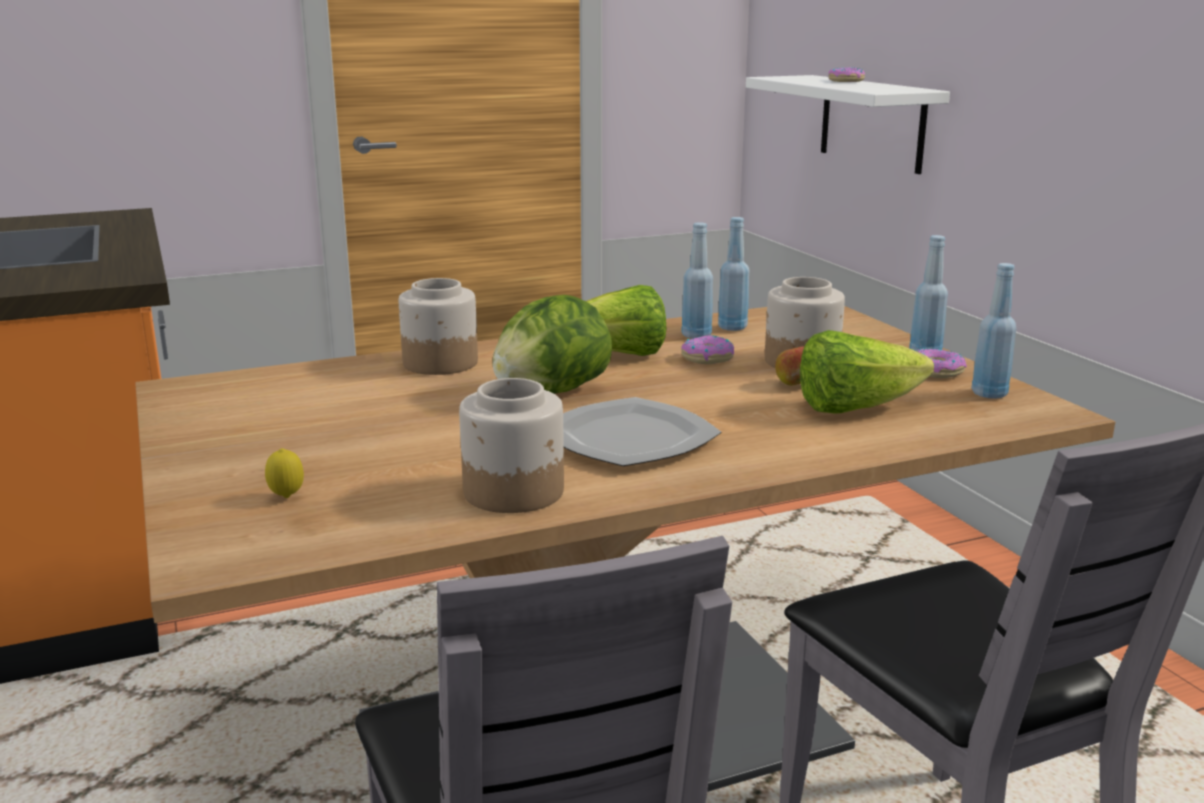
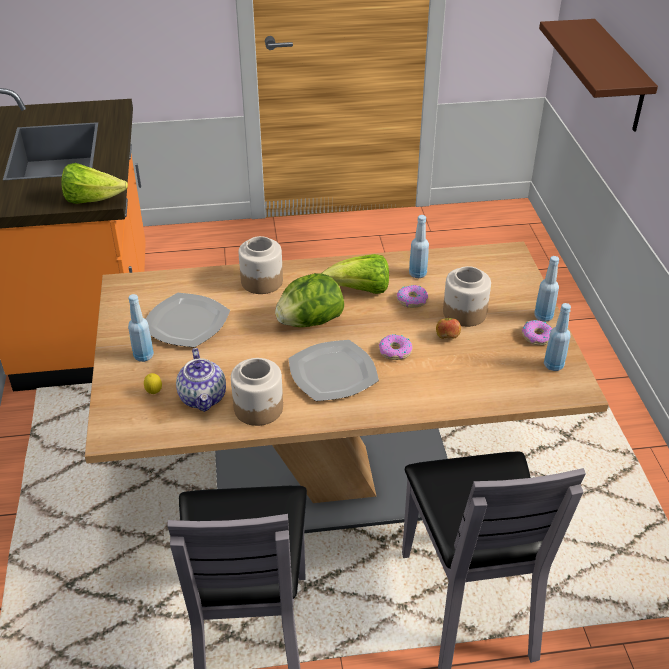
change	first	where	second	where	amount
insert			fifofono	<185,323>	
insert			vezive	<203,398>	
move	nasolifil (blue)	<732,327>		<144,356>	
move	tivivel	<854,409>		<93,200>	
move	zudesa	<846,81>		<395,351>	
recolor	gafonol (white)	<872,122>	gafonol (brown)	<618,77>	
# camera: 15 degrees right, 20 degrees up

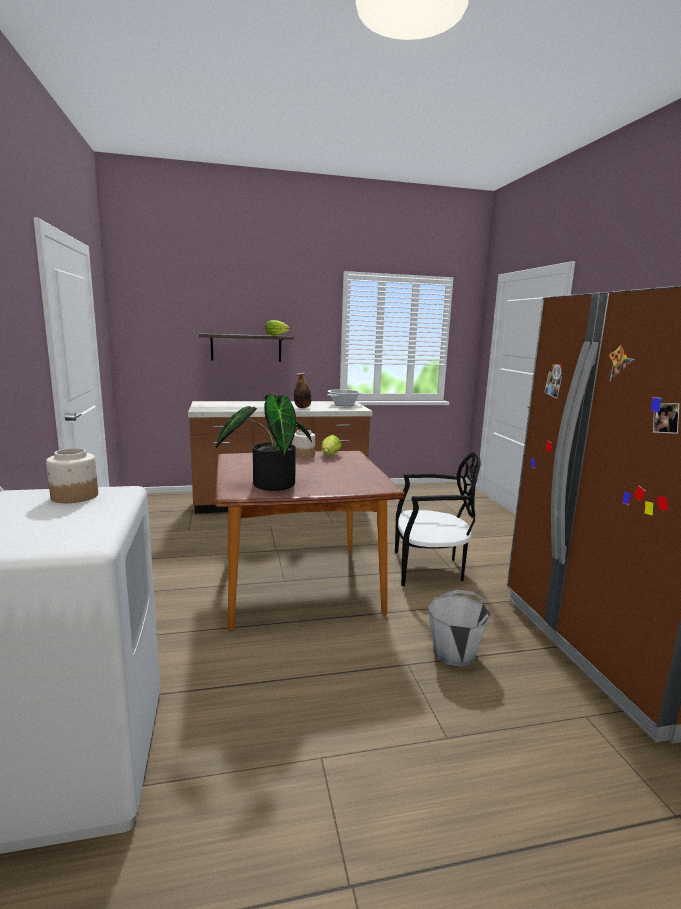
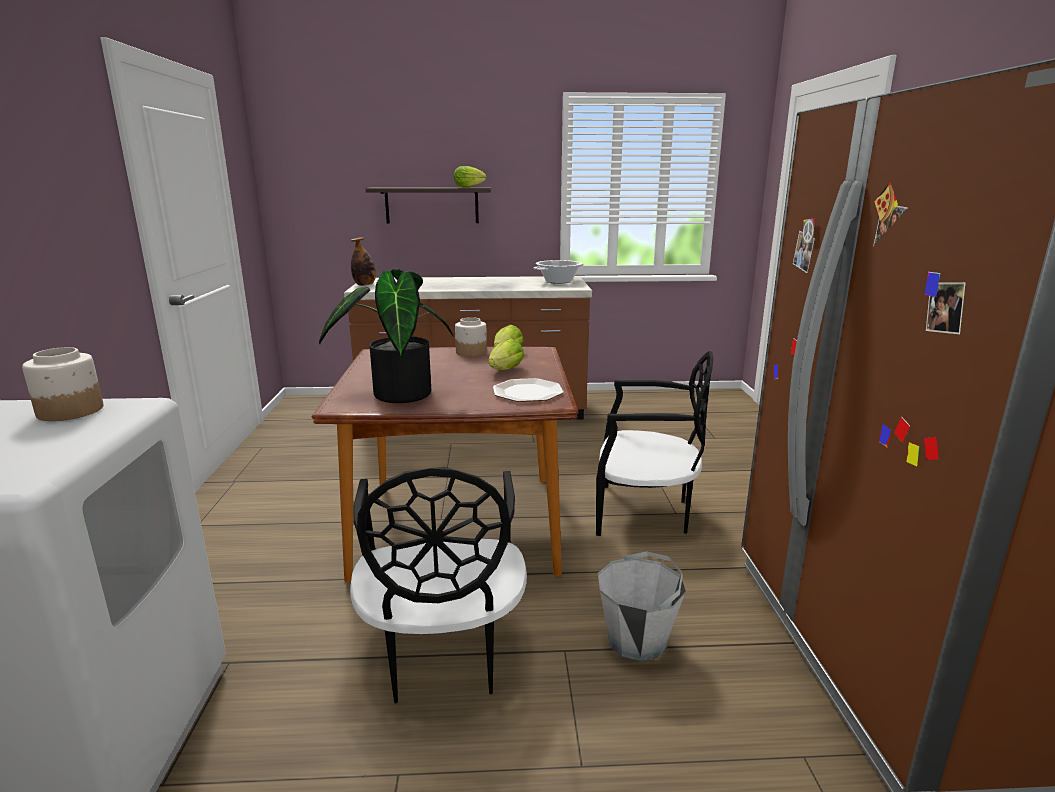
change	first	where	second	where	amount
insert			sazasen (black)	<442,654>	
insert			tivivel	<504,371>	
insert			fifofono	<528,392>	
move	nasolifil	<302,407>		<365,285>	
# camera: 10 degrees right, 5 degrees up

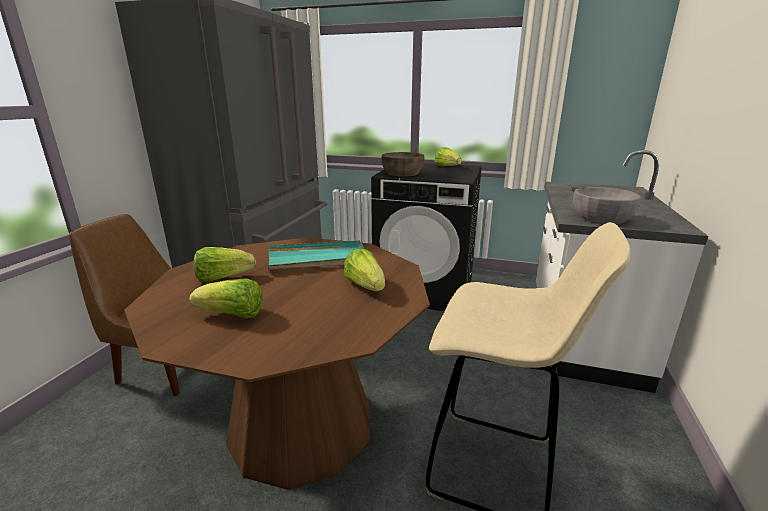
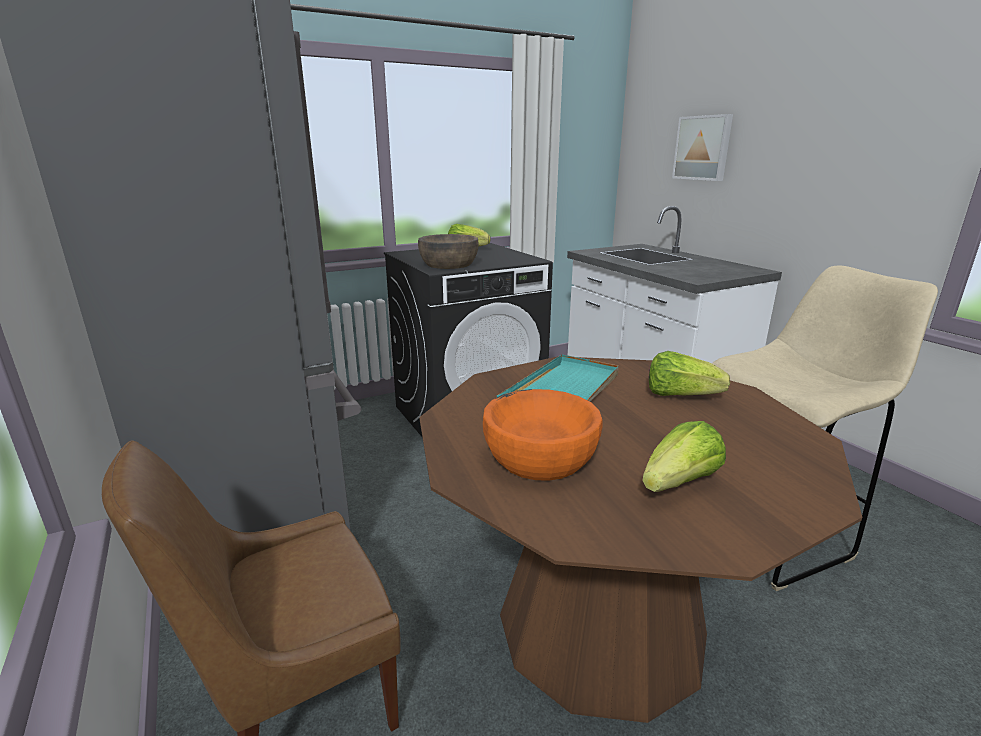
change	first	where	second	where	amount
delete	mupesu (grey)	<601,217>			
insert			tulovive	<703,148>	
replace	tivivel	<223,278>	mupesu (orange)	<540,457>	
# camera: 45 degrees left, 0 degrees up

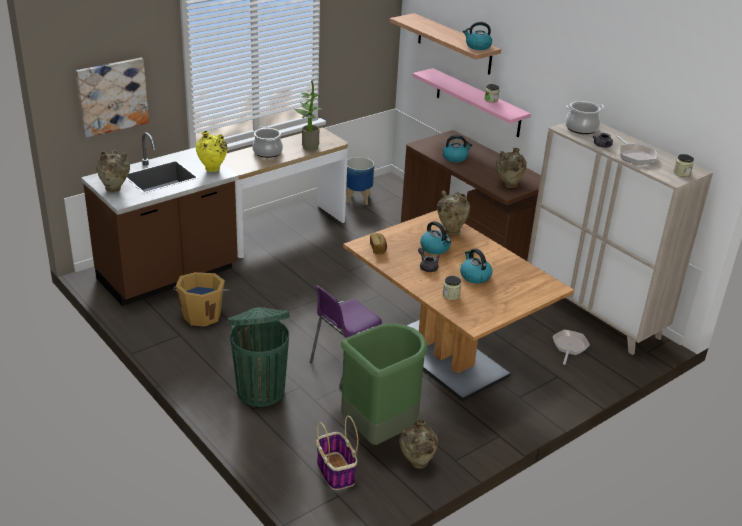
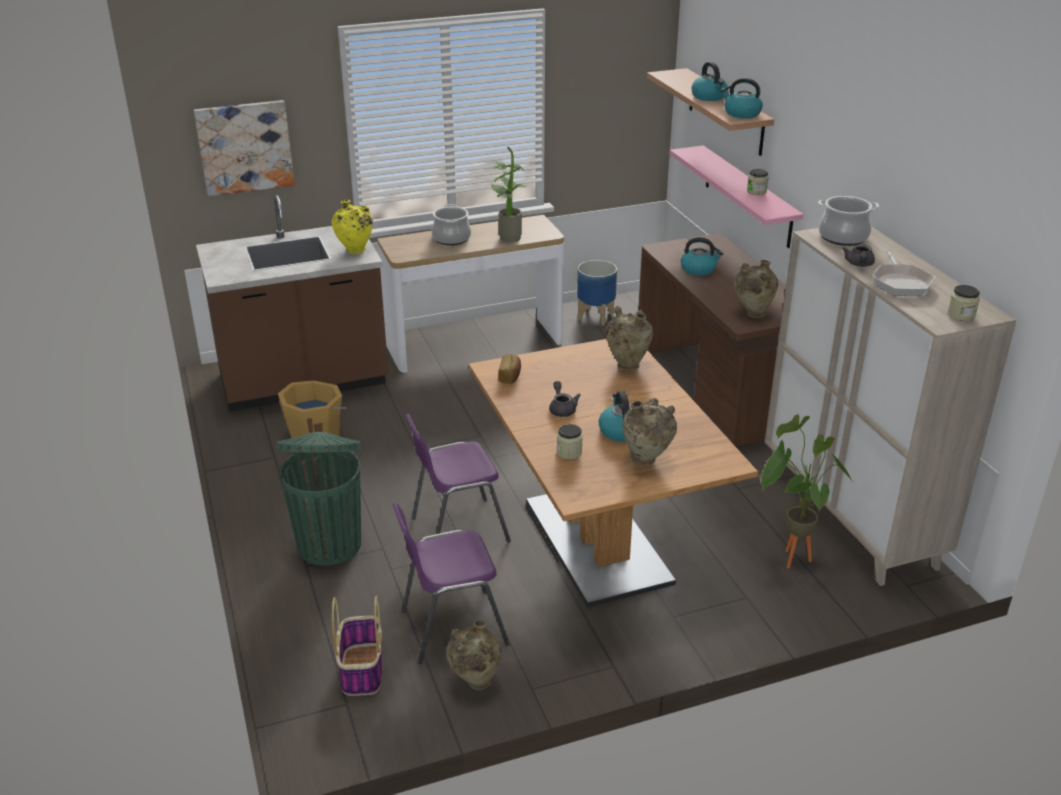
change	first	where	second	where	amount
move	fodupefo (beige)	<115,190>		<646,461>	
move	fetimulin	<435,248>		<709,97>	
replace	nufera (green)	<380,431>	sazasen (purple)	<451,627>	
replace	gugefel	<569,347>	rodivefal	<787,558>	
# camera: 20 degrees right, 0 degrees up

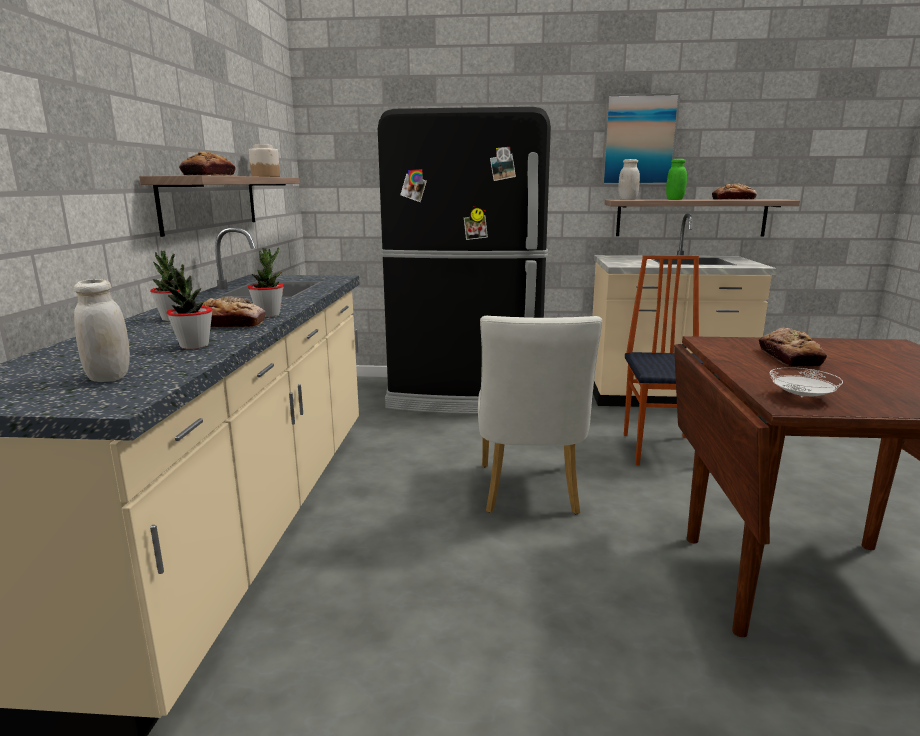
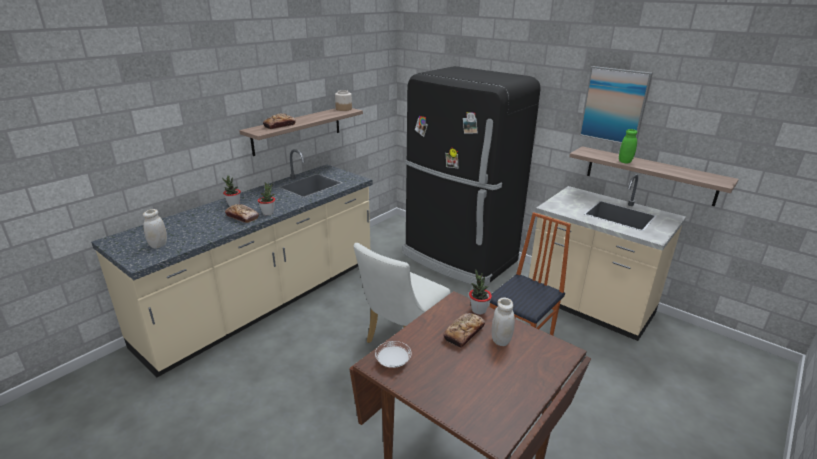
change	first	where	second	where	amount
delete	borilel	<733,199>			
move	rodivefal	<194,345>		<478,310>	
move	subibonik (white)	<627,200>		<501,340>	
# camera: 35 degrees right, 10 degrees up

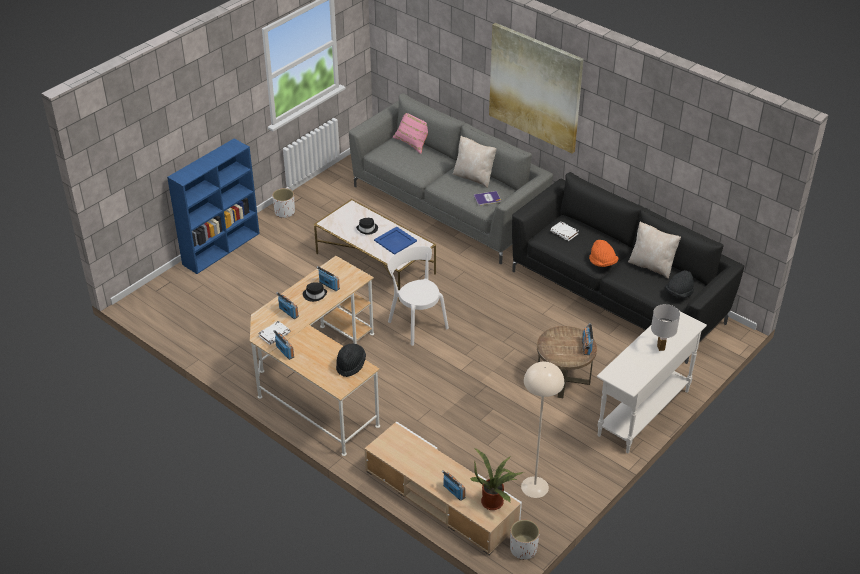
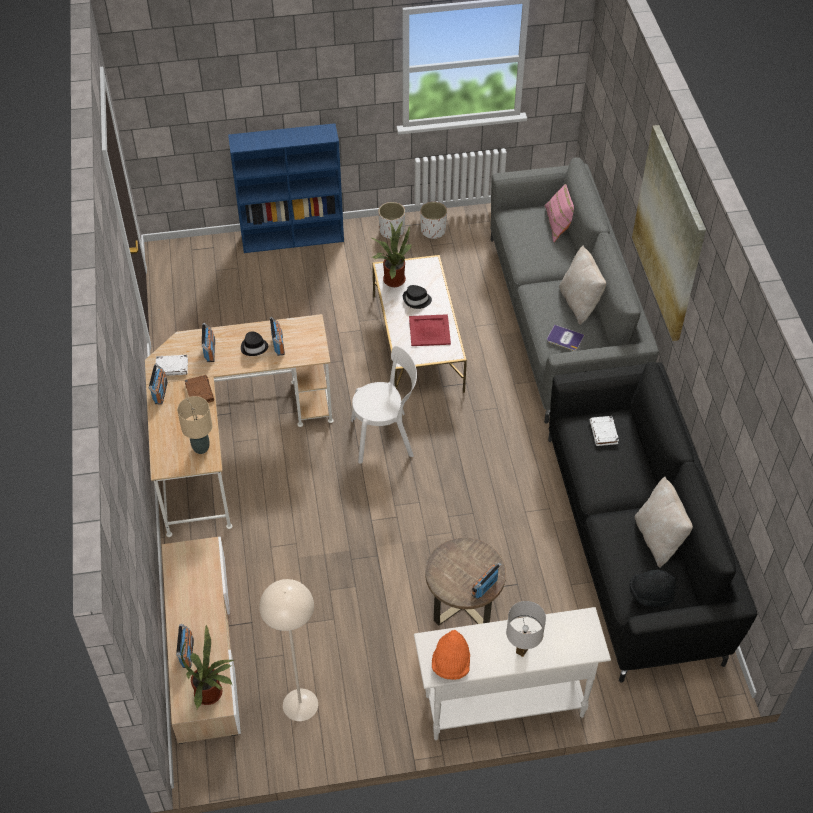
change	first	where	second	where	amount
insert			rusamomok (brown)	<199,392>	
insert			rodivefal	<392,279>	
move	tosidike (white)	<523,549>		<433,231>	
move	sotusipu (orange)	<602,262>		<451,664>	
replace	sotusipu (black)	<350,365>	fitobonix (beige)	<200,448>	
recolor	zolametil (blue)	<396,241>	zolametil (red)	<430,331>	
rotate	sazasen (white)	<416,323>		<385,437>	75 degrees clockwise
# camera: 40 degrees right, 10 degrees up

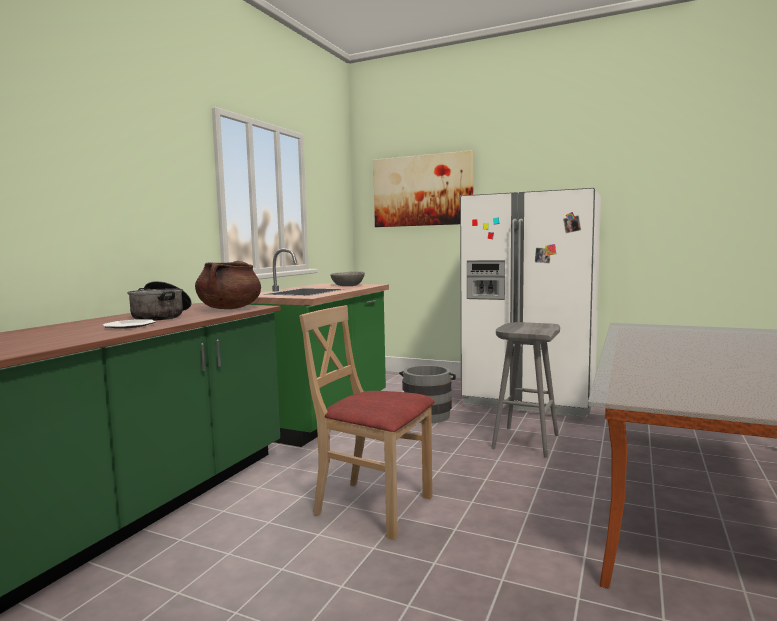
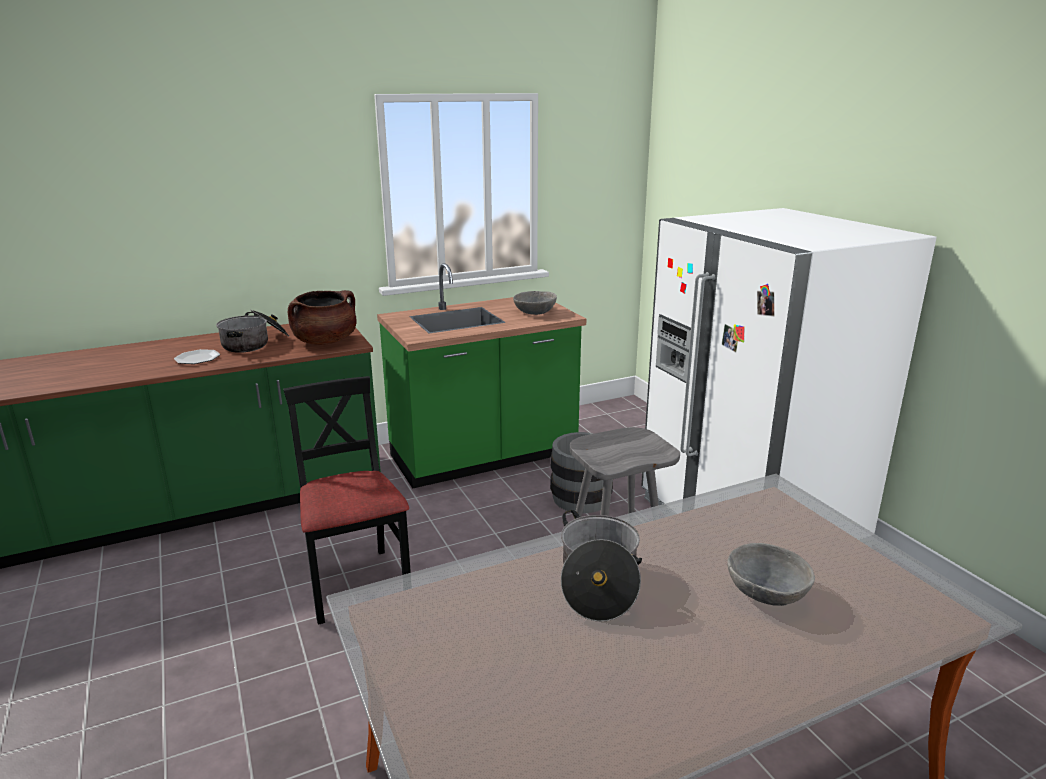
change	first	where	second	where	amount
delete	tulovive	<422,190>			
insert			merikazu	<598,581>	
insert			mupesu (grey)	<765,592>	
recolor	sazasen (beige)	<373,507>	sazasen (black)	<357,584>	
# camera: 40 degrees right, 15 degrees up

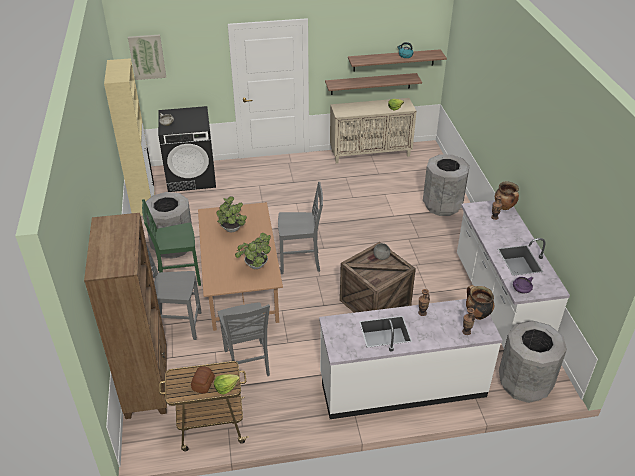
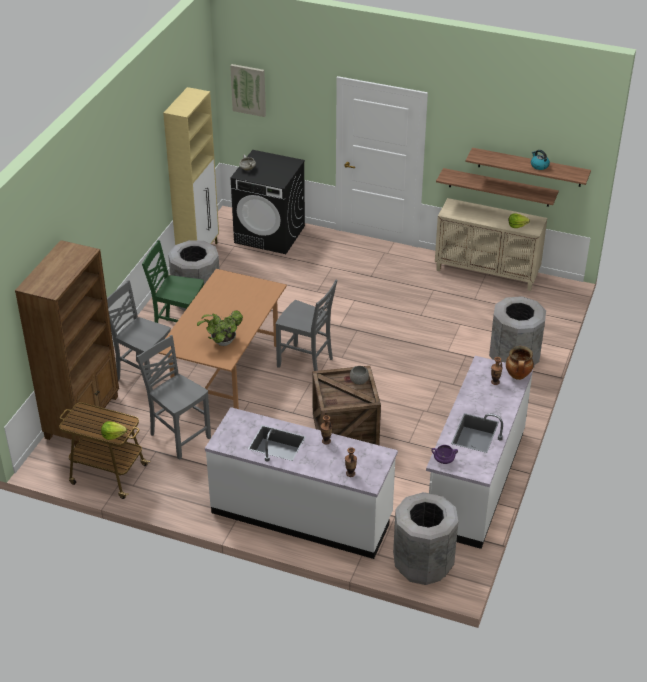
change	first	where	second	where	amount
delete	borilel	<204,384>			
delete	rodivefal	<232,230>			
delete	merikazu	<477,314>			
rotate	sazasen (grey)	<247,363>		<179,436>	120 degrees clockwise
# camera: 30 degrees right, 0 degrees up

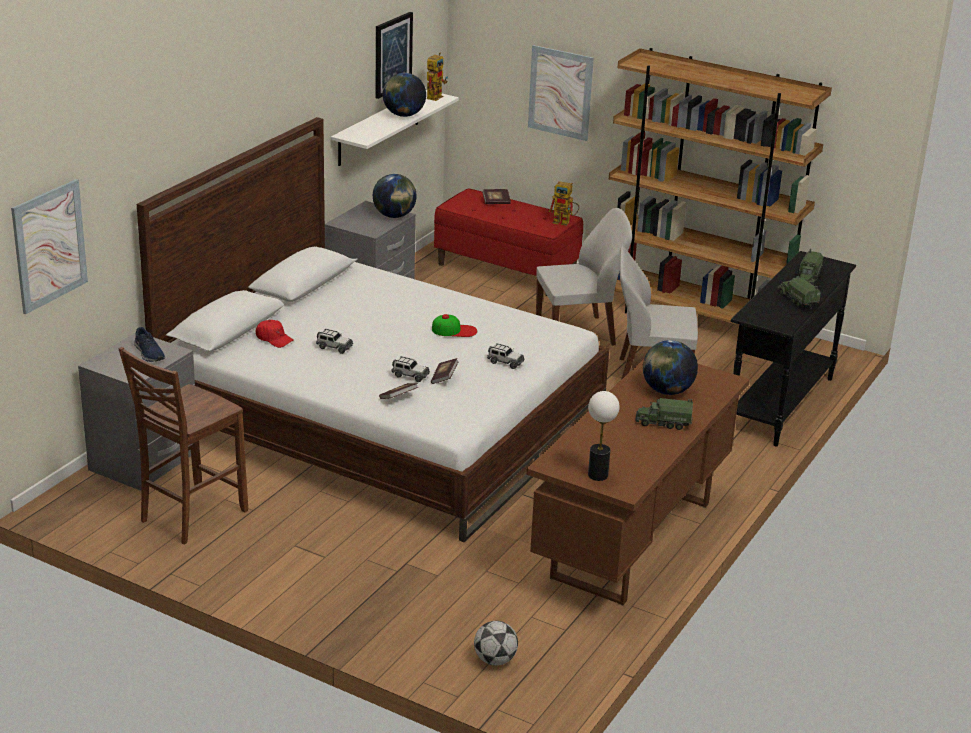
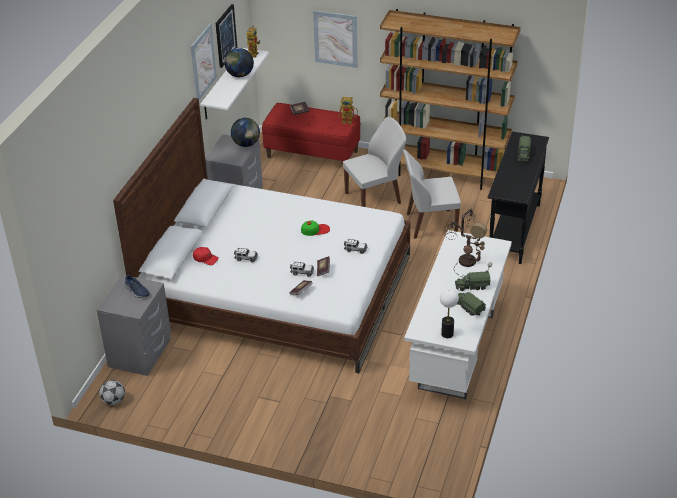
change	first	where	second	where	amount
delete	sazasen (brown)	<190,516>			
move	tulovive	<49,245>		<203,62>	
move	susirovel	<495,660>		<114,401>	
move	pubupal	<797,299>		<468,307>	
replace	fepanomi	<667,391>	fitobonix	<466,261>	
recolor	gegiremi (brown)	<633,540>	gegiremi (white)	<457,351>	
# camera: 10 degrees left, 10 degrees up

